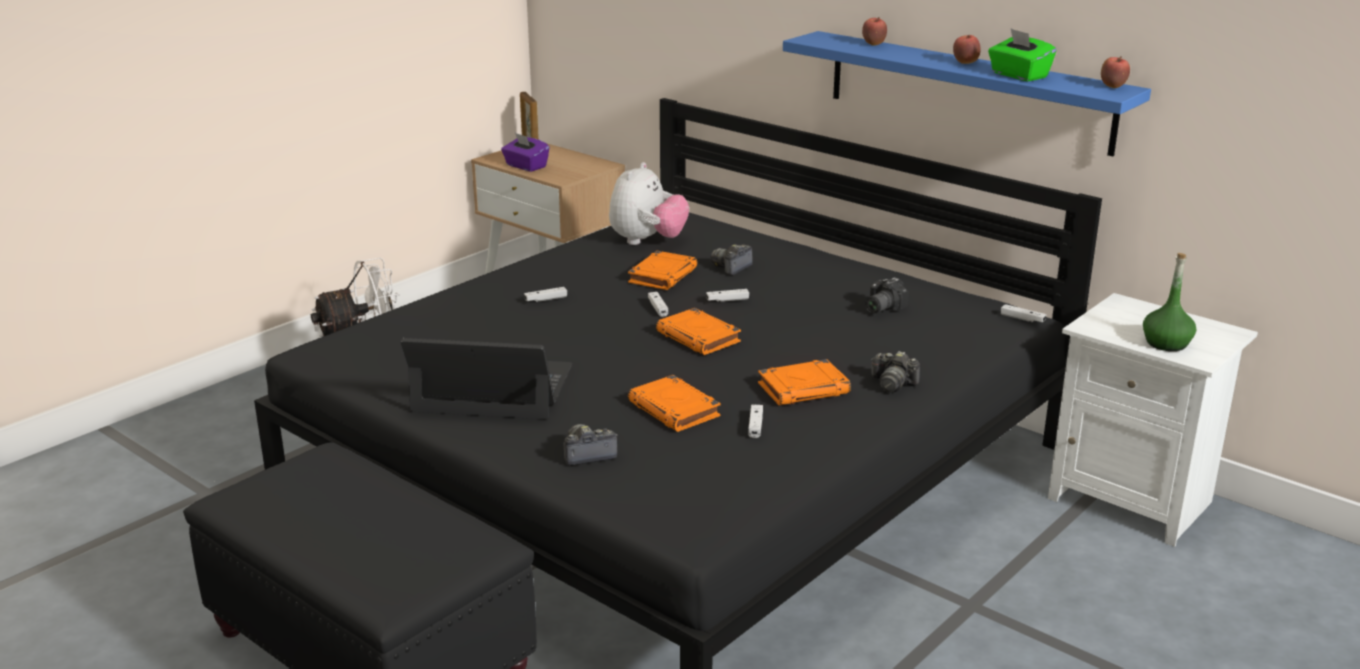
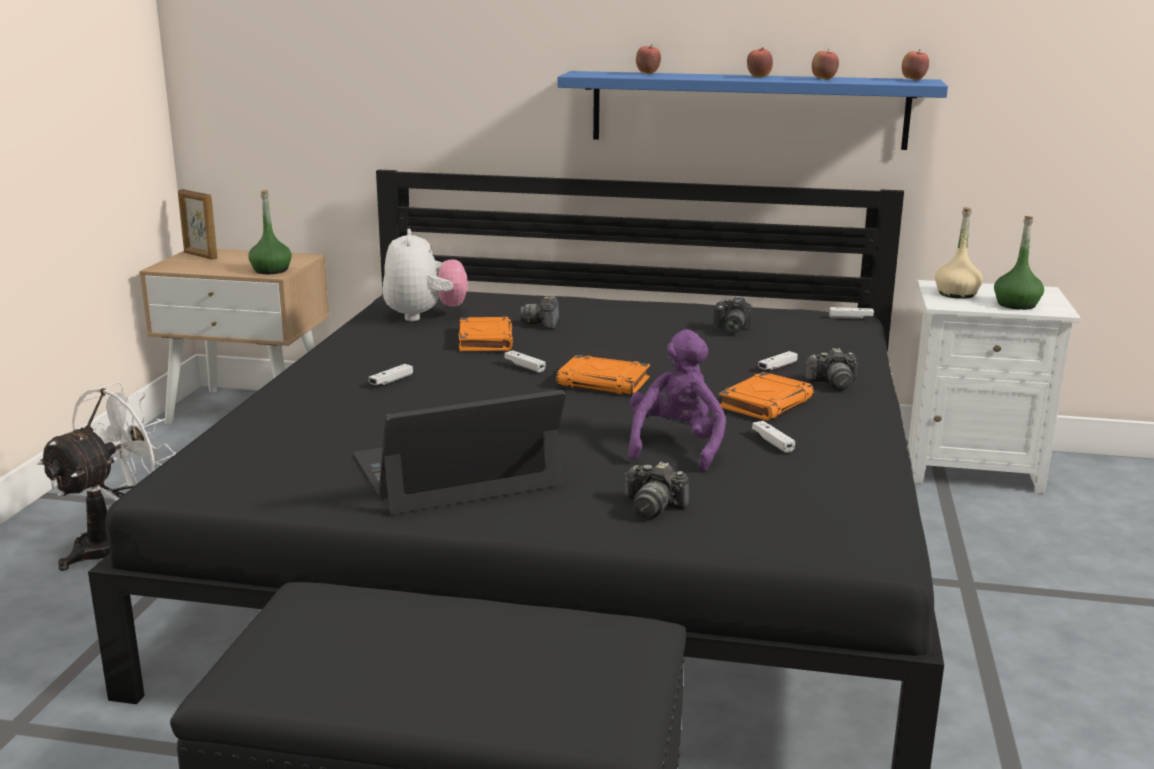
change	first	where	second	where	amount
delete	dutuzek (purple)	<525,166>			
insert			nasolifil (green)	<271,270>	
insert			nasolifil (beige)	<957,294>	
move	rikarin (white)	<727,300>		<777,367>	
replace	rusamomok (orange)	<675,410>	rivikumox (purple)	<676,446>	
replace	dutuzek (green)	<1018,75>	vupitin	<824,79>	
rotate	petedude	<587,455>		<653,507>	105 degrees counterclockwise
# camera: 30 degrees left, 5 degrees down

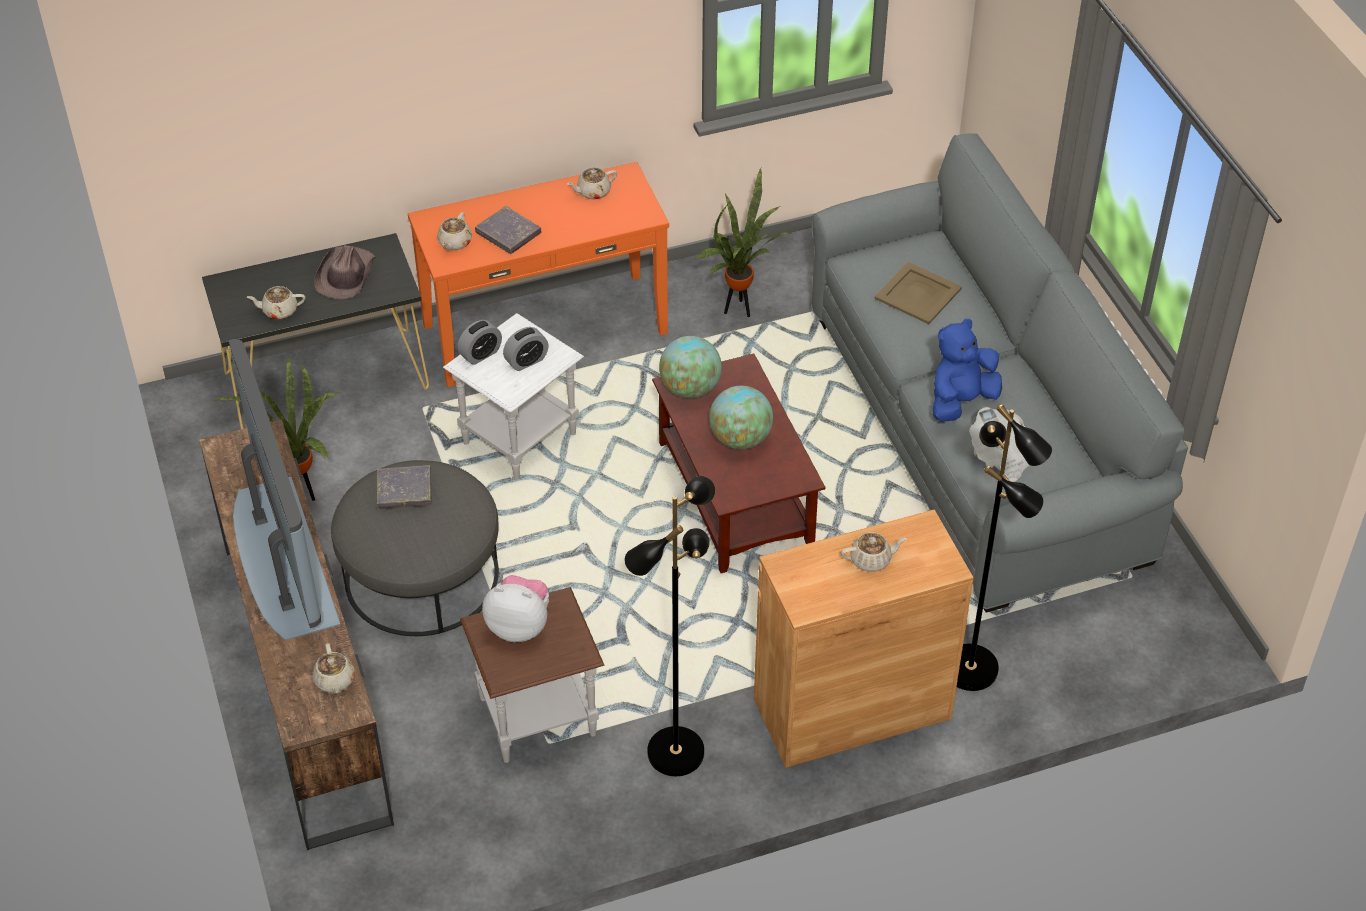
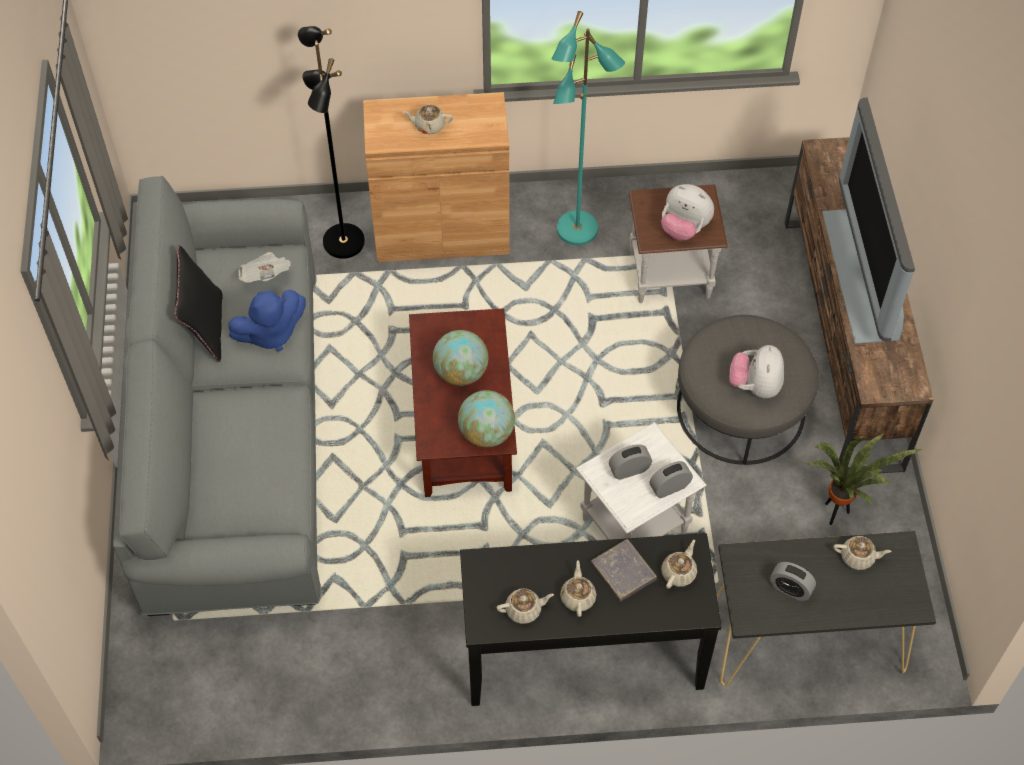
change	first	where	second	where	amount
delete	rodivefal	<739,309>			
delete	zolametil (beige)	<917,293>			
insert			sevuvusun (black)	<206,328>	
move	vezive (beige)	<334,681>		<578,597>	
replace	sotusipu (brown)	<345,275>	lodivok	<790,588>	
replace	rusamomok (grey)	<404,490>	rivikumox	<755,386>	
recolor	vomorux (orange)	<544,328>	vomorux (black)	<583,653>	
recolor	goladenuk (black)	<674,751>	goladenuk (turquoise)	<577,230>	
# camera: 165 degrees left, 10 degrees up

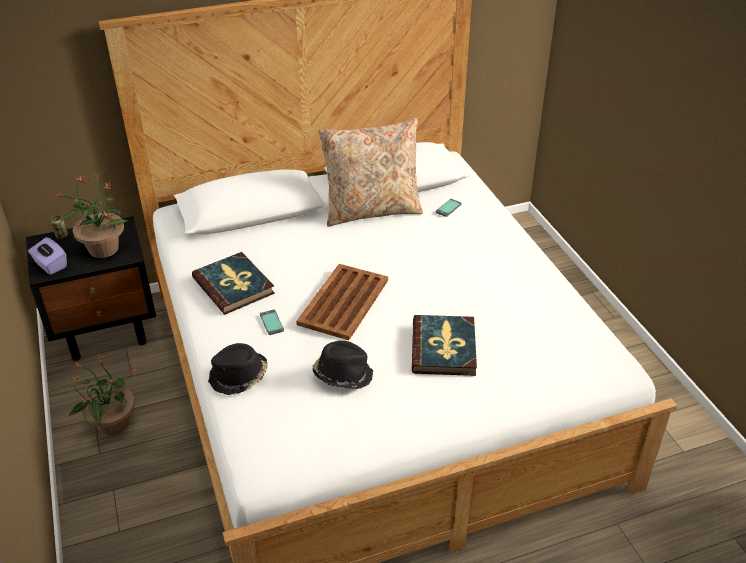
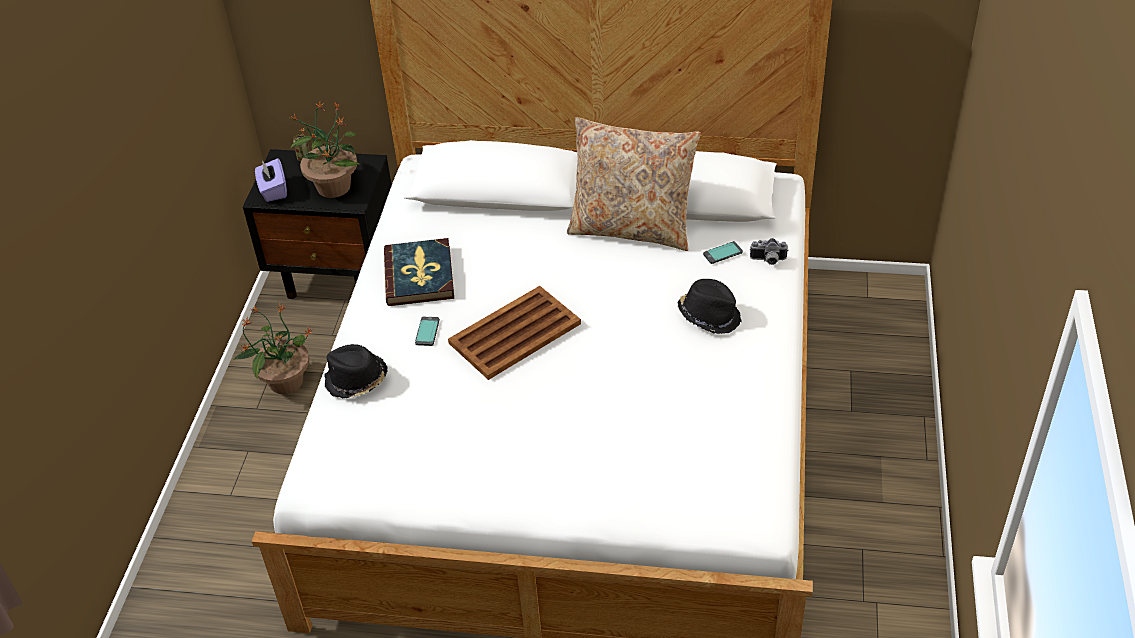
change	first	where	second	where	amount
delete	rusamomok	<444,348>			
insert			petedude	<768,260>	
move	sotusipu (black)	<343,374>		<709,315>	
# camera: 30 degrees right, 5 degrees up

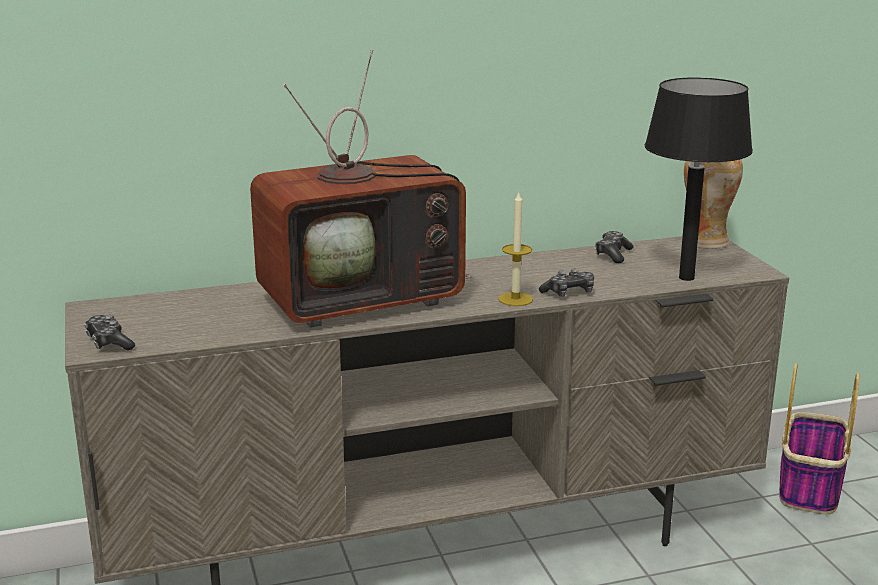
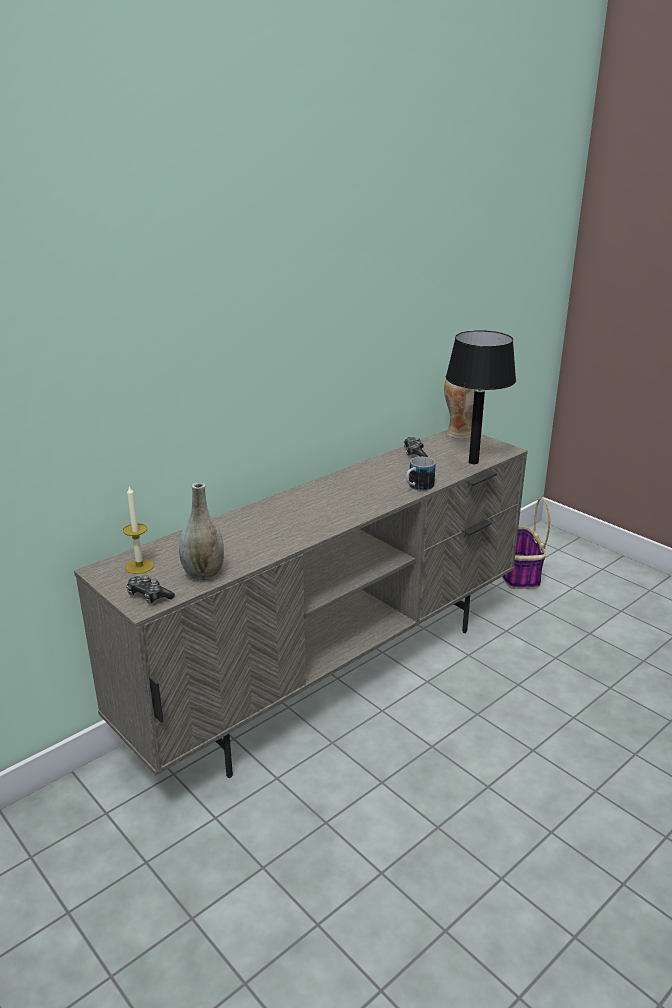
change	first	where	second	where	amount
delete	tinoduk	<364,298>			
insert			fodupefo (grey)	<203,574>	
move	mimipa	<515,299>		<139,566>	
replace	rikarin	<569,293>	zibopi	<417,487>	
# camera: 25 degrees left, 5 degrees up

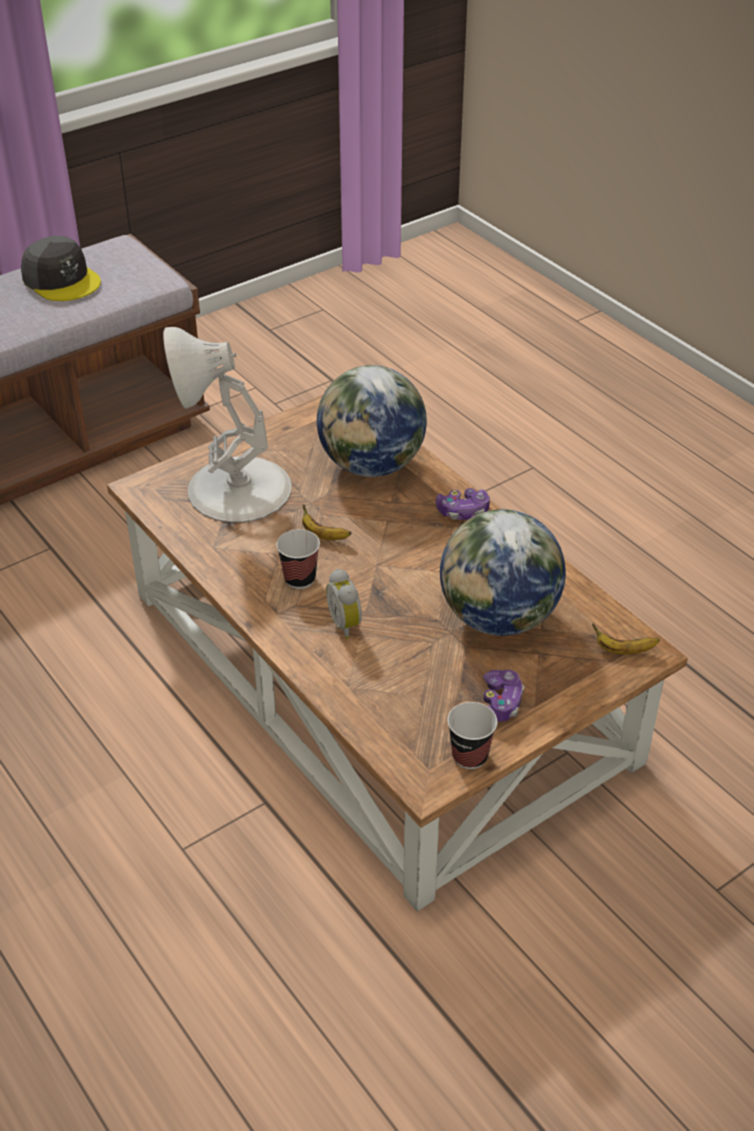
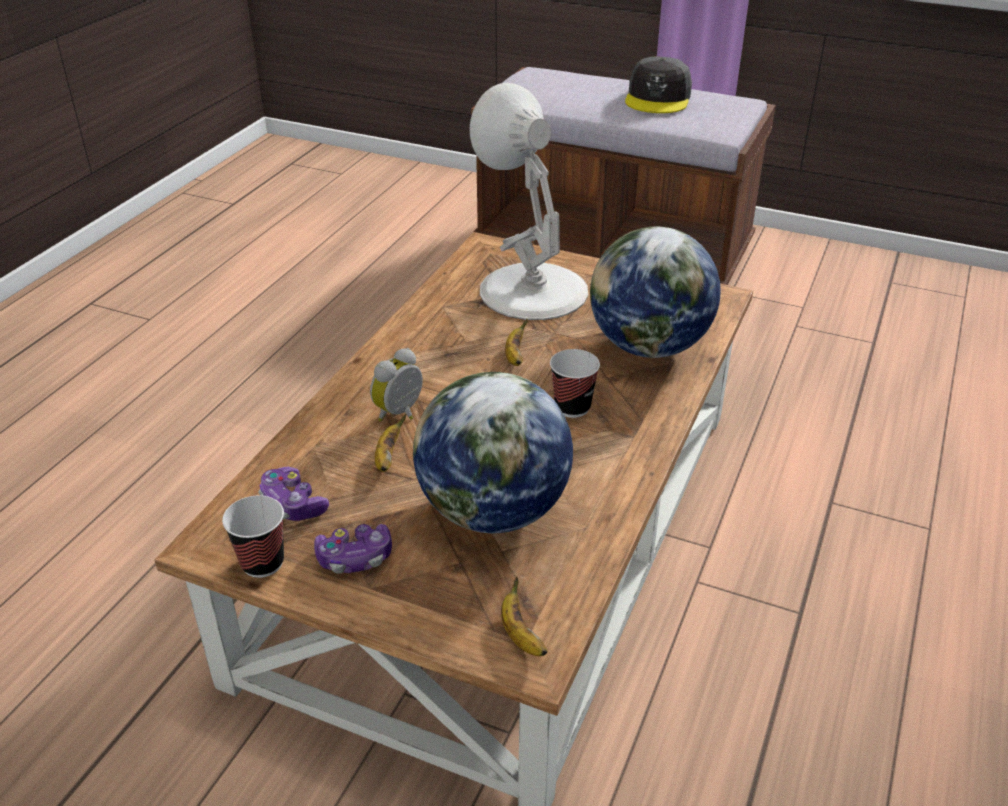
change	first	where	second	where	amount
insert			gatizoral	<387,457>	
move	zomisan	<299,579>		<572,407>	
move	rikarin	<463,511>		<292,505>	
# camera: 60 degrees right, 5 degrees down

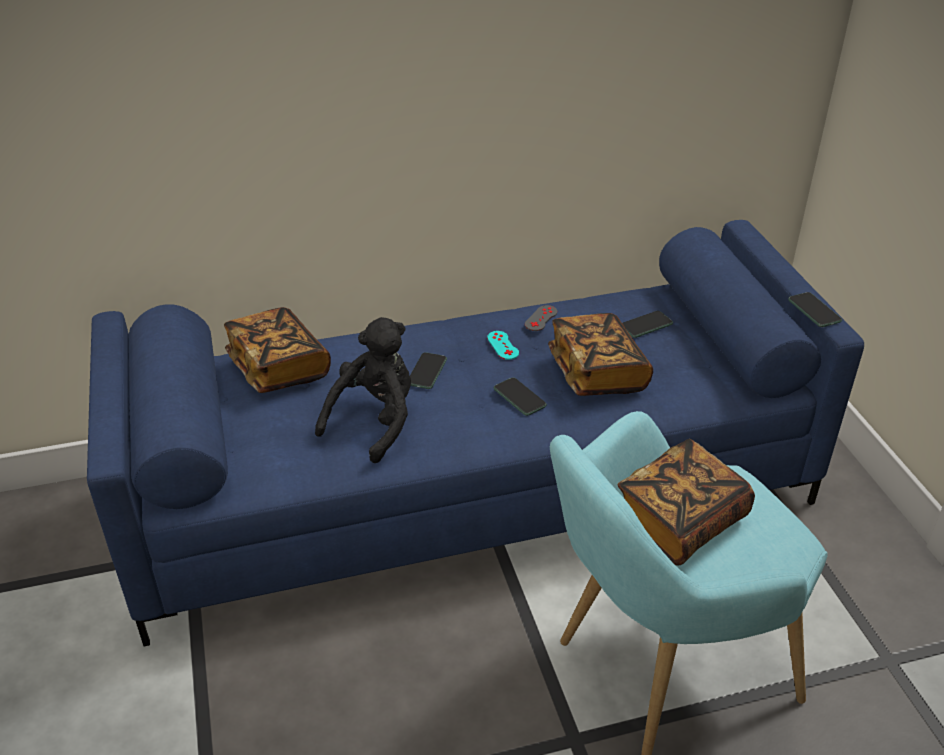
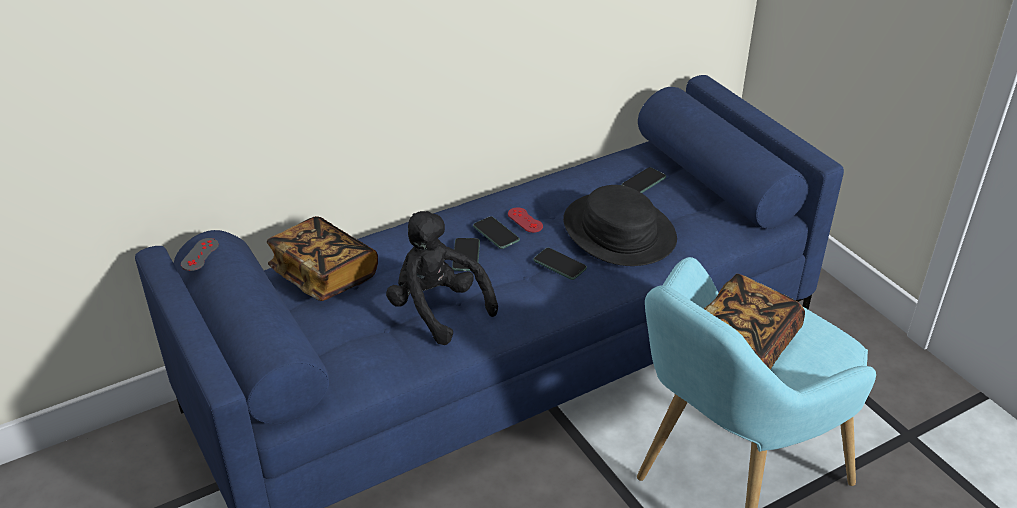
change	first	where	second	where	amount
move	rikarin (grey)	<541,318>		<200,254>	
move	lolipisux	<814,311>		<496,233>	
replace	rusamomok	<597,373>	sotusipu (black)	<618,231>	
recolor	rikarin (turquoise)	<503,345>	rikarin (red)	<525,220>	
rotate	rivikumox (black)	<375,421>		<437,309>	60 degrees counterclockwise
# camera: 15 degrees left, 0 degrees up

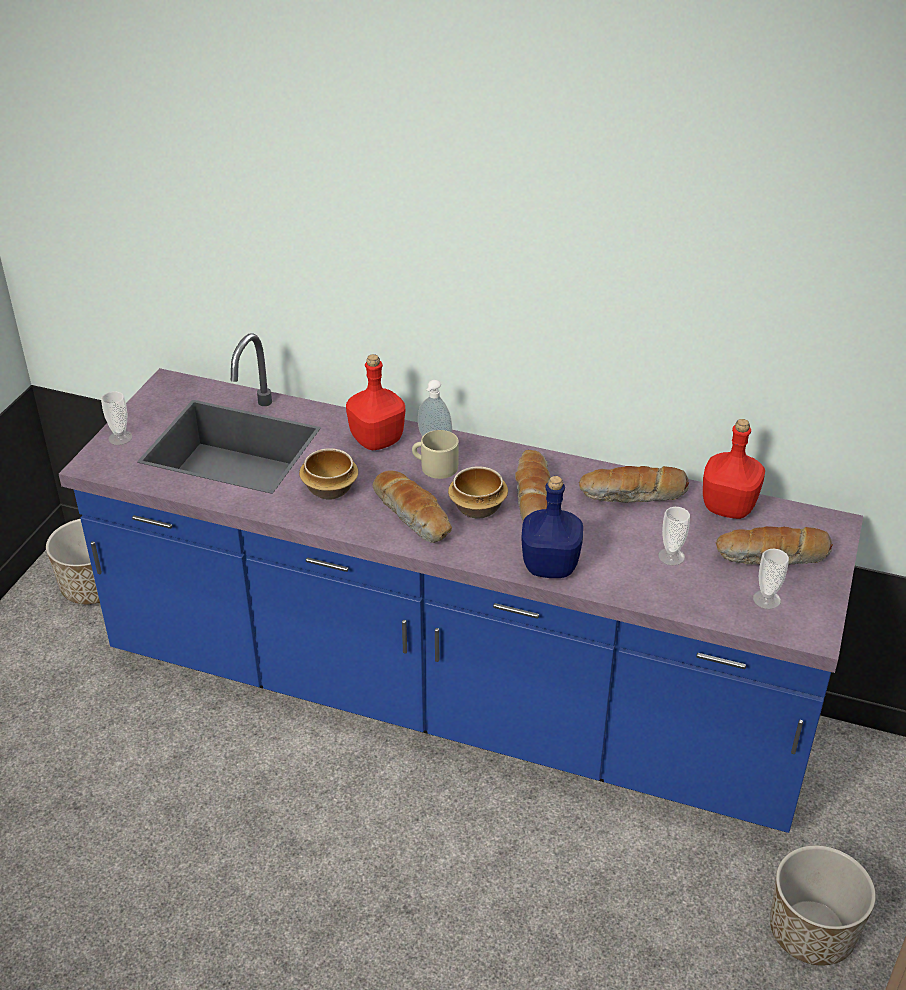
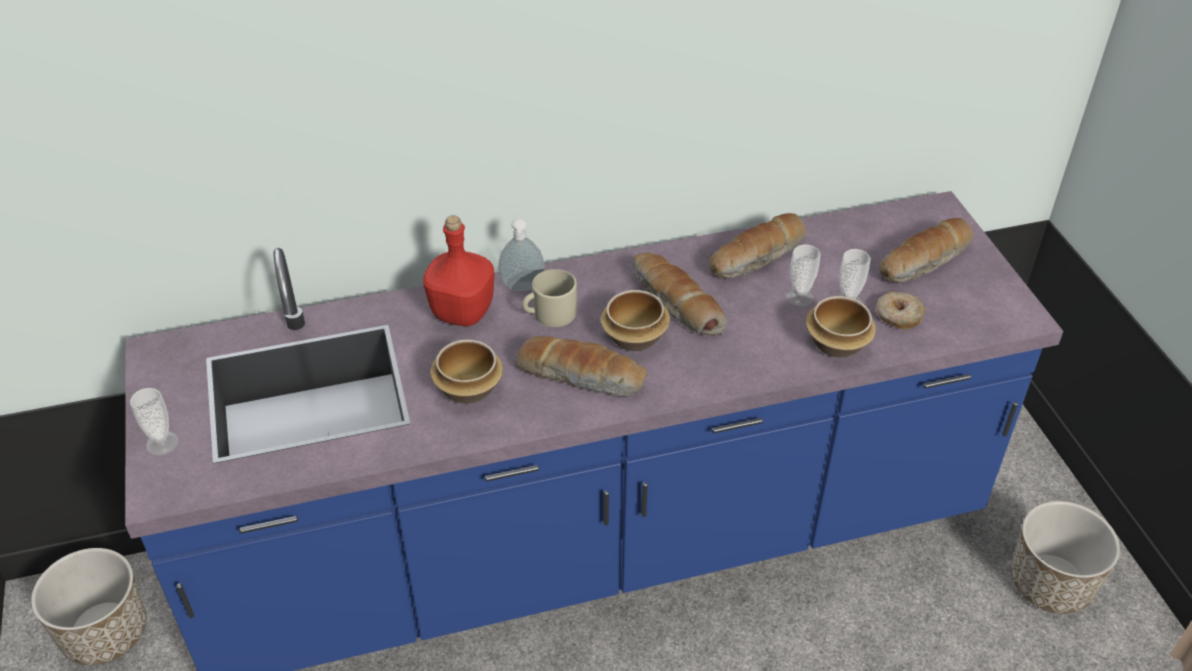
change	first	where	second	where	amount
delete	nasolifil (blue)	<549,566>			
delete	nasolifil (red)	<727,507>			
insert			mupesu	<836,343>	
insert			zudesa	<898,316>	
move	zomisan	<766,599>		<799,297>	
# camera: 35 degrees left, 5 degrees up

